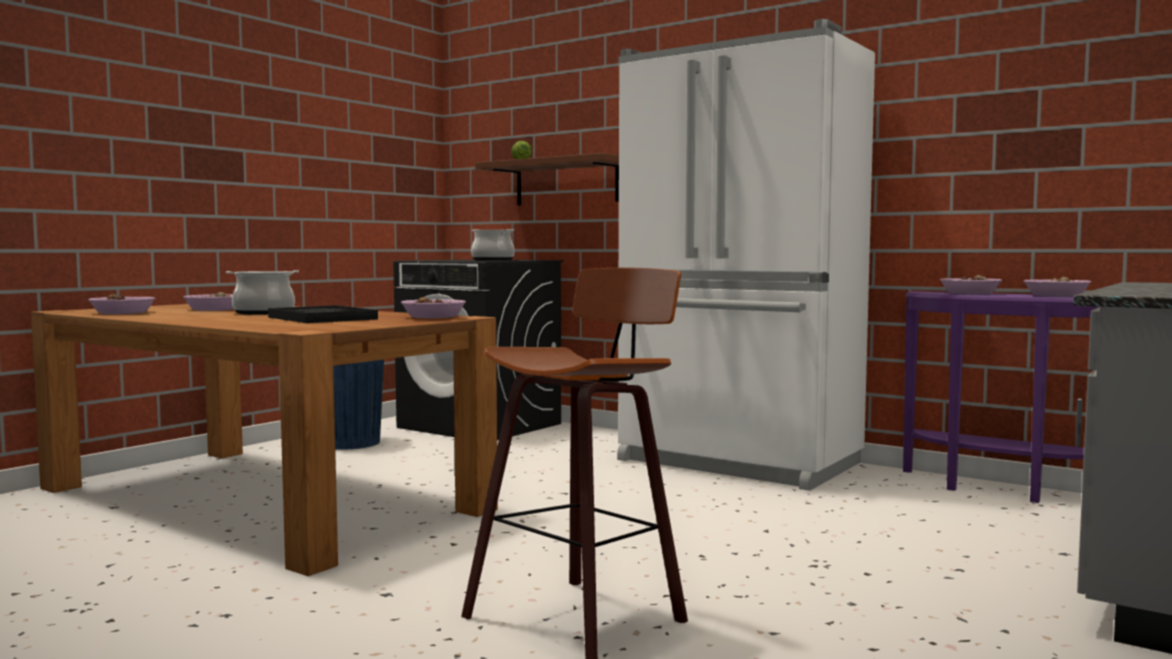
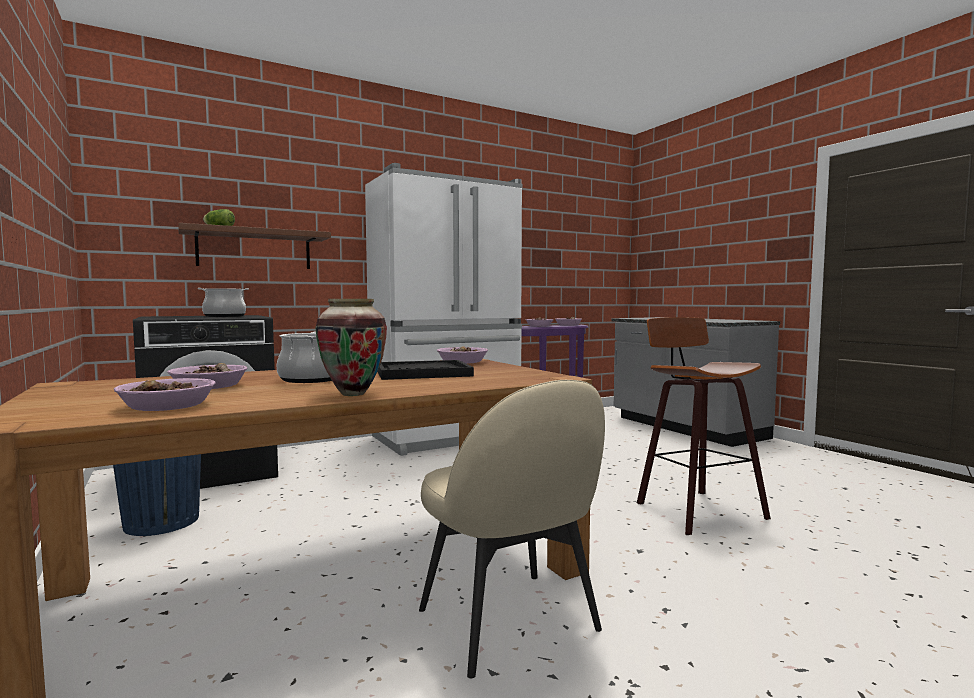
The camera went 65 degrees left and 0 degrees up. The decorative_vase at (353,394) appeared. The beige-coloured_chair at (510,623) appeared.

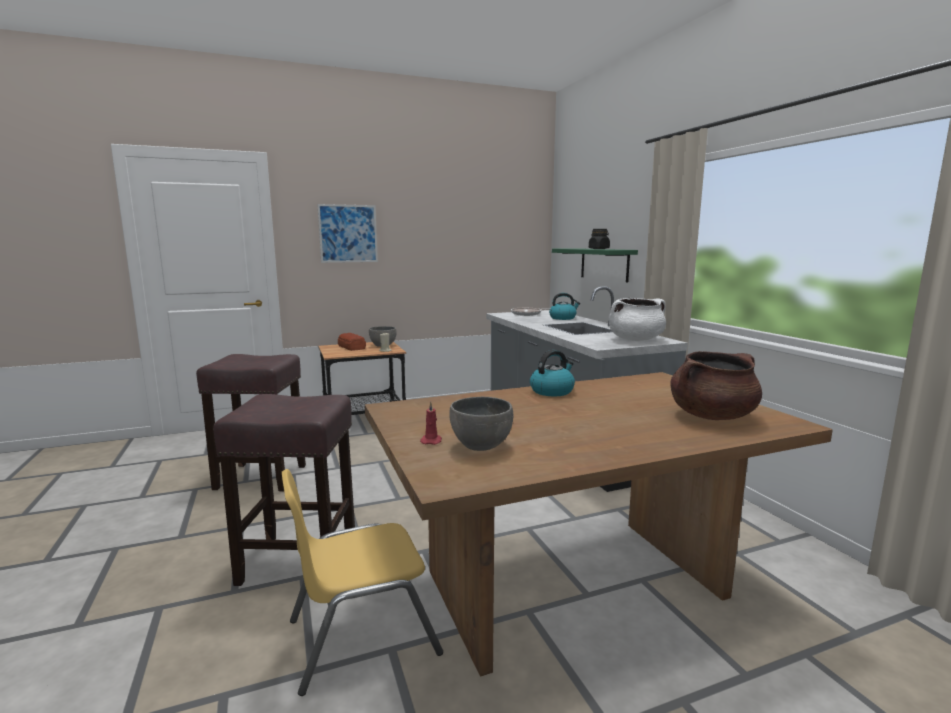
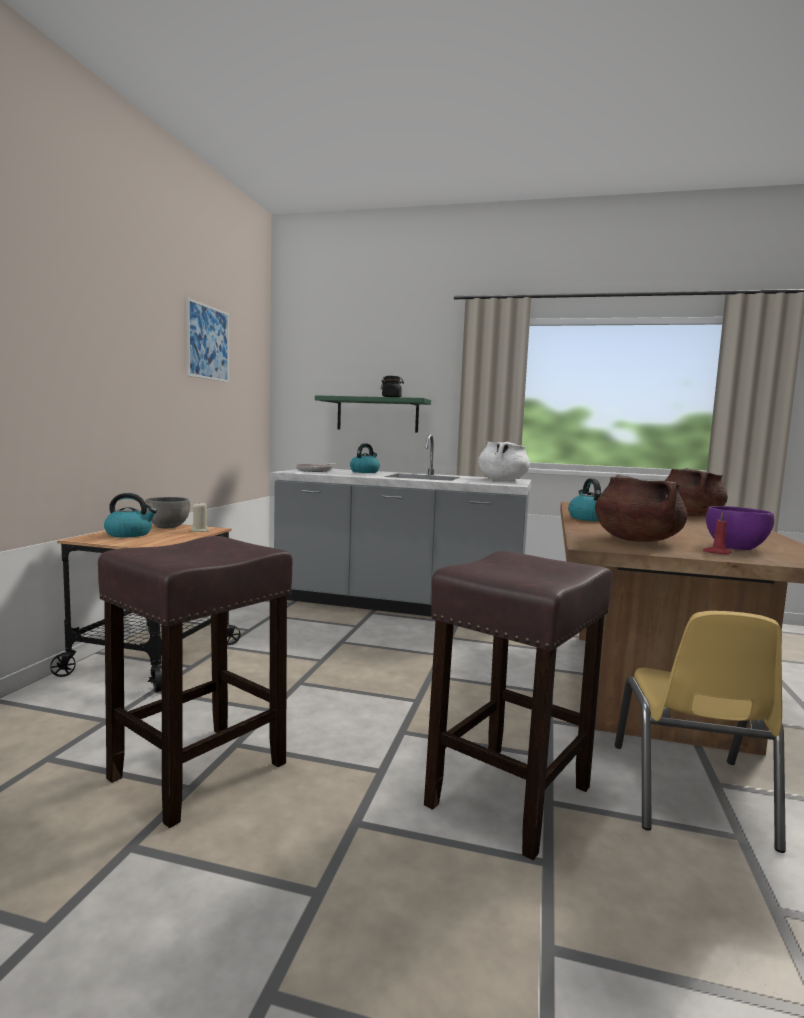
The camera went 55 degrees left and 5 degrees down. The bakery_bread at (352,347) was replaced by the kettle at (130,534). The wall_art moved from (348,233) to (208,342). The brown_saucepot at (636,540) appeared. The gray_serving_bowl at (481,446) became the purple_serving_bowl at (736,547).

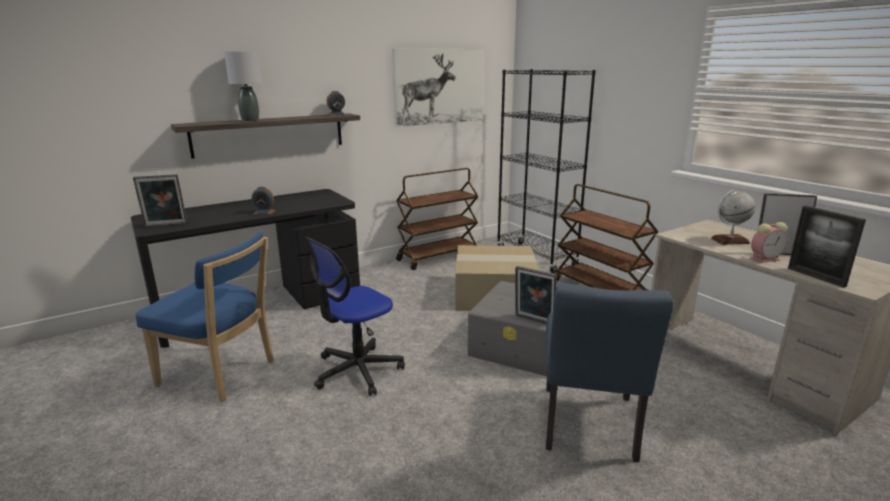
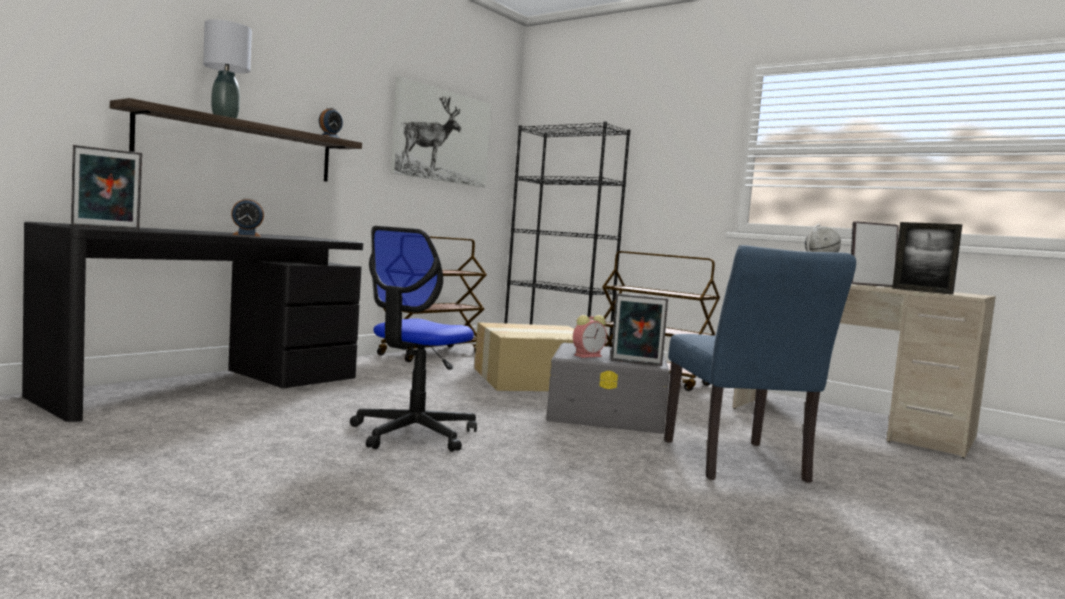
The camera went 20 degrees left and 15 degrees down. The table_clock moved from (765,259) to (588,355). The blue-coloured_chair at (221,374) disappeared.

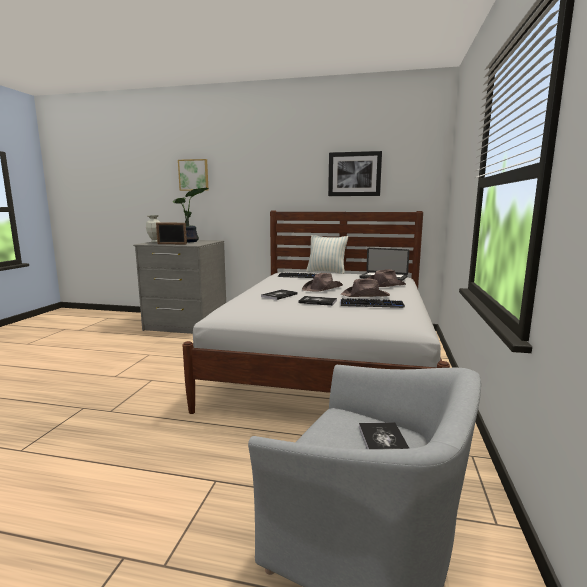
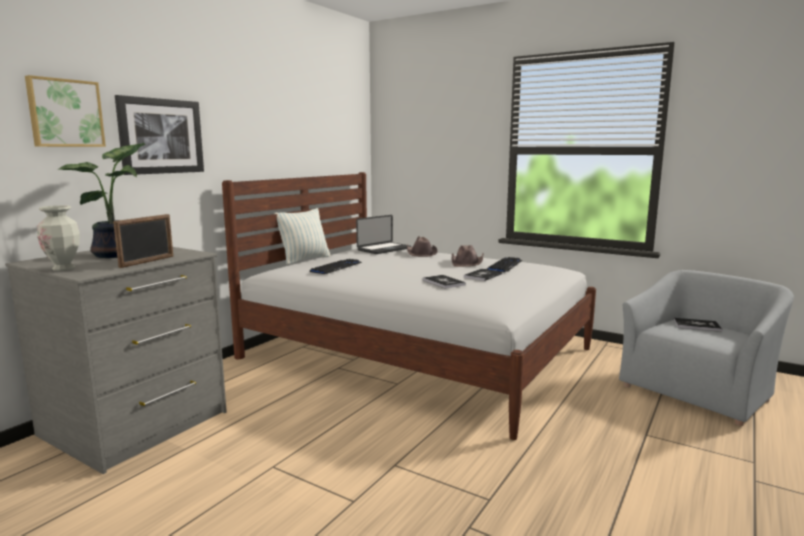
The camera went 70 degrees left and 0 degrees up. The wall_art moved from (354,174) to (161,136). The brown_hat at (323,288) disappeared.

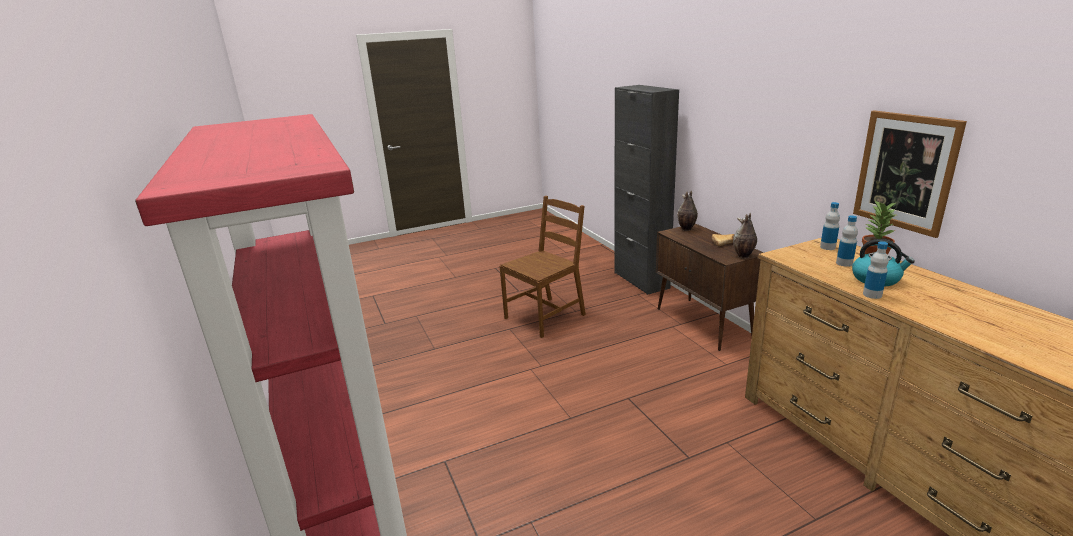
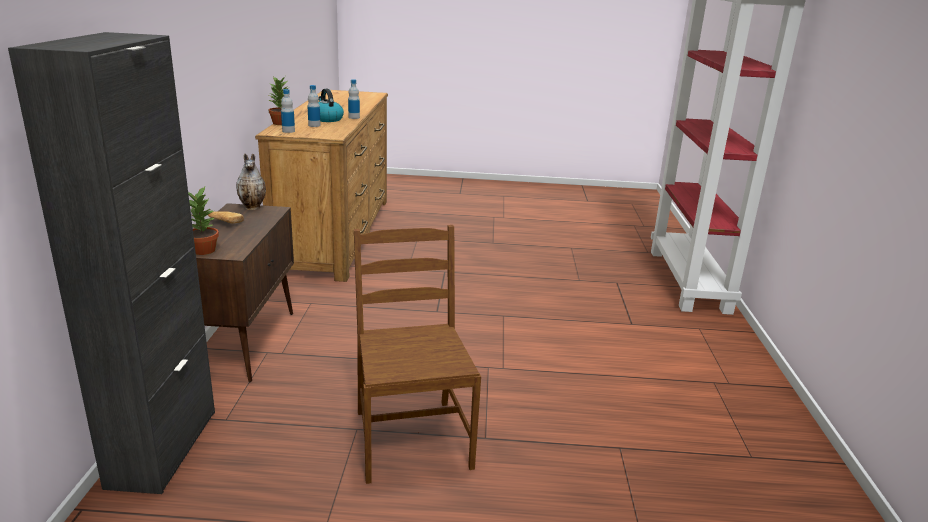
The camera went 155 degrees left and 0 degrees up. The decorative_vase at (686,229) was replaced by the plant_in_a_pot at (204,250). The brown_chair at (545,316) turned 90 degrees clockwise. The wall_art at (905,172) disappeared.

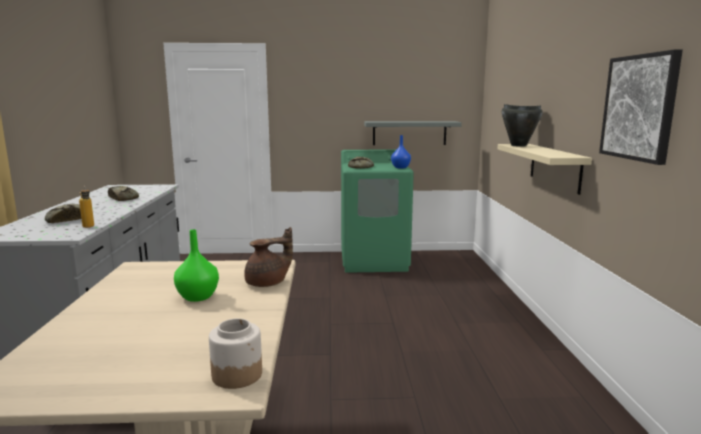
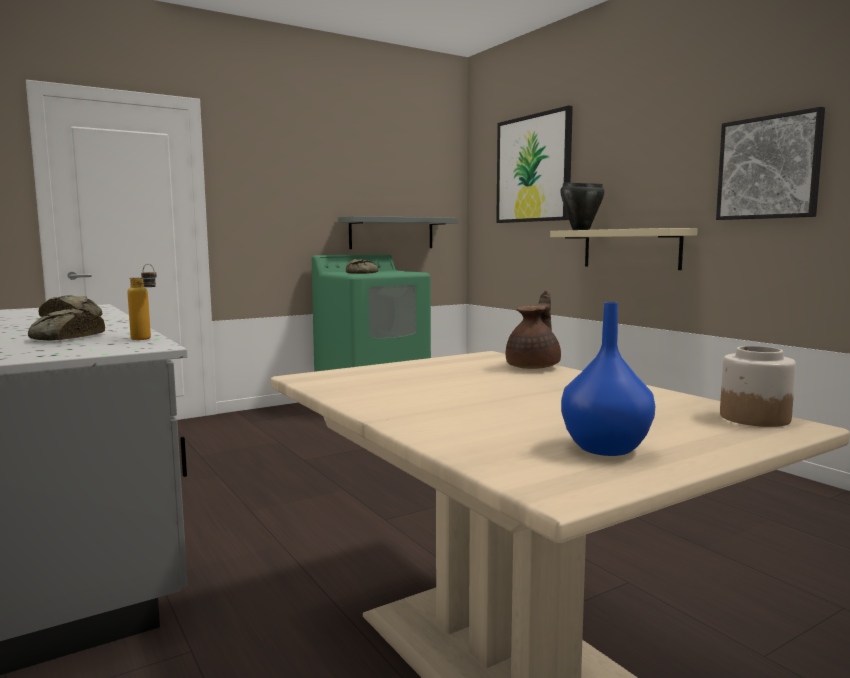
The camera went 30 degrees left and 5 degrees down. The wall_art at (533,169) appeared. The blue-coloured_decorative_vase moved from (400,167) to (603,449). The green_decorative_vase at (198,297) disappeared.

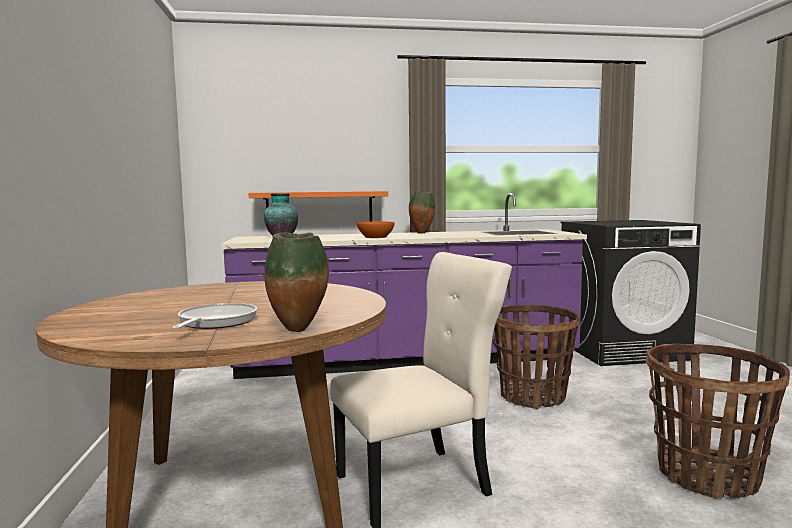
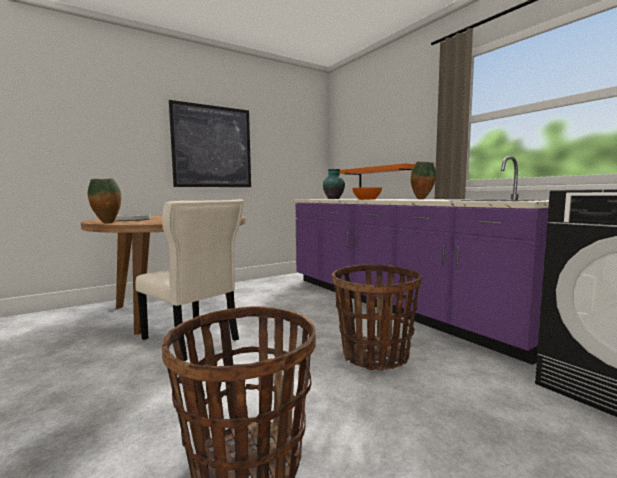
The camera went 65 degrees right and 0 degrees up. The wall_art at (212,147) appeared.

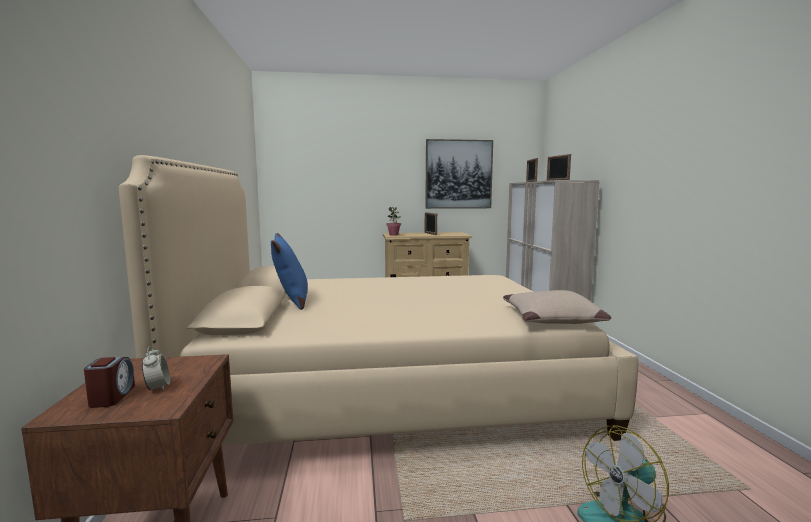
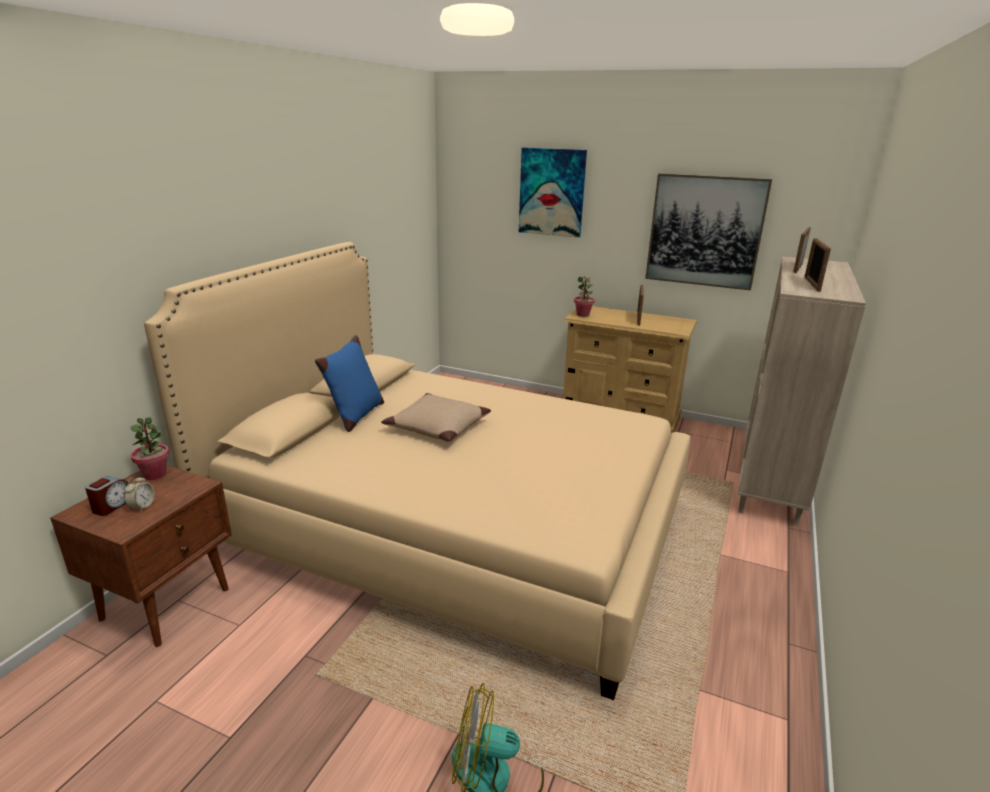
The camera went 30 degrees right and 15 degrees up. The plant_in_a_pot at (155,474) appeared. The beige-coloured_pillow moved from (552,319) to (437,427). The wall_art at (552,192) appeared.

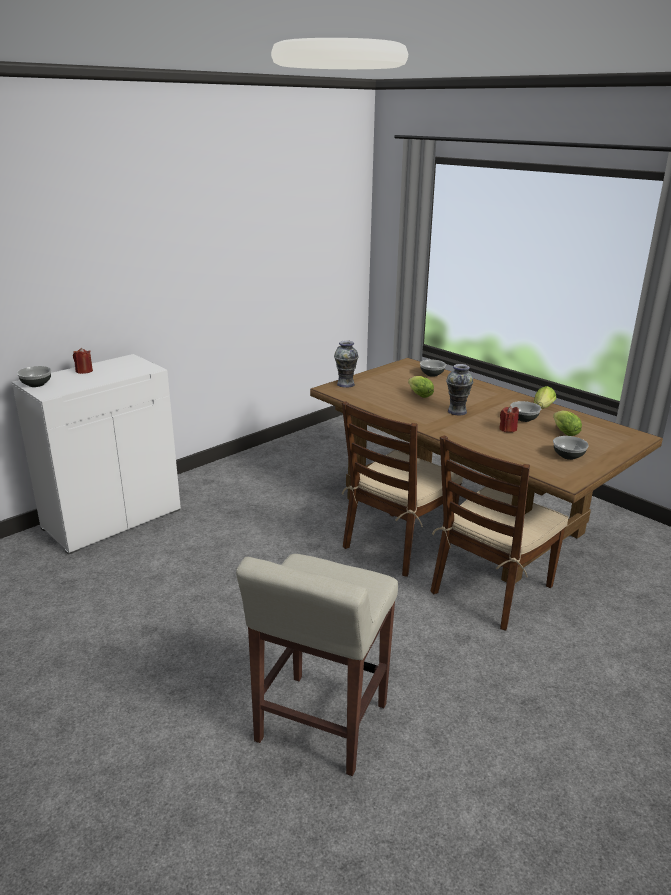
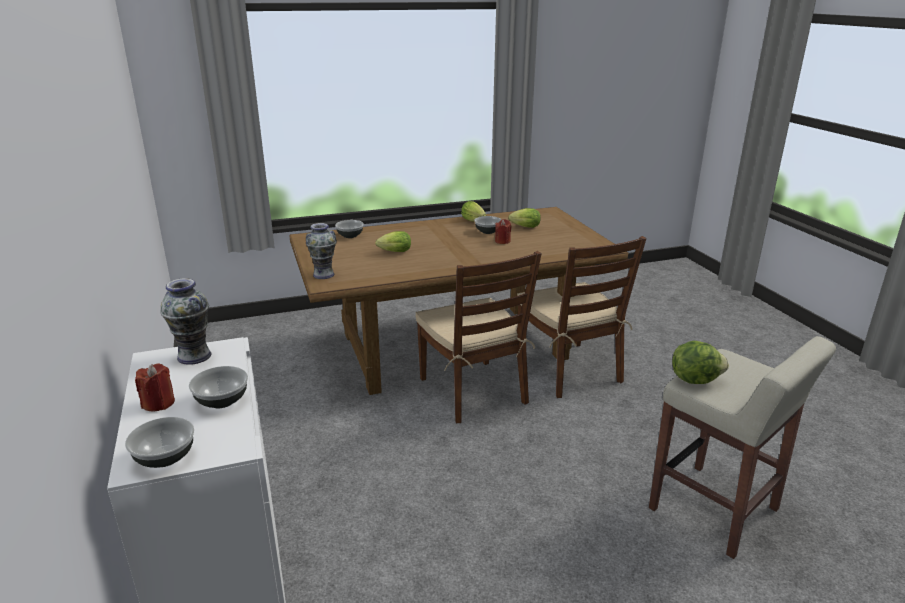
The camera went 65 degrees left and 0 degrees up. The decorative_vase moved from (457,411) to (194,356). The serving_bowl moved from (568,456) to (221,401). The lettuce_head at (694,379) appeared.

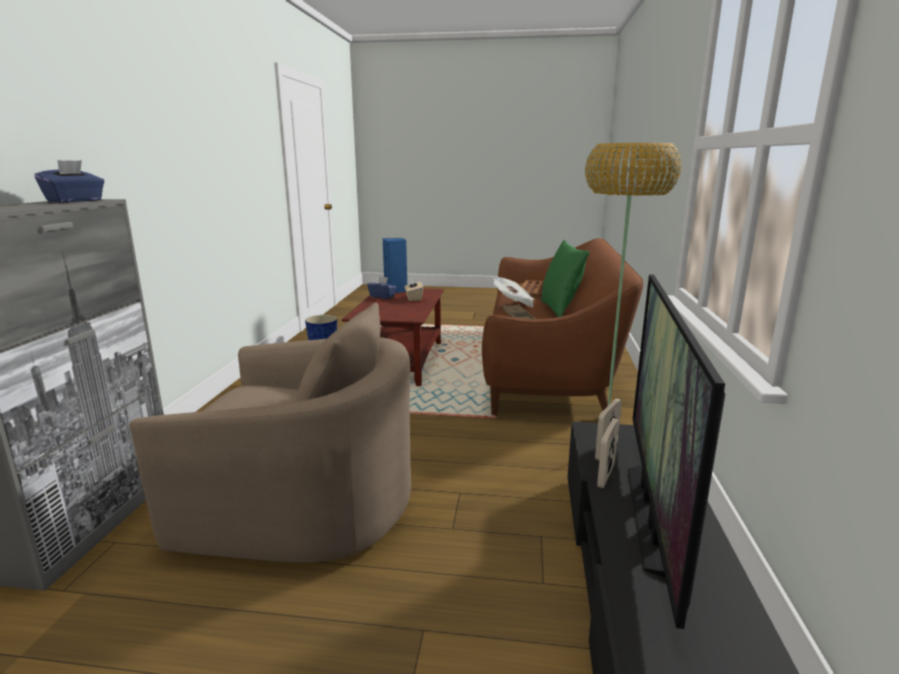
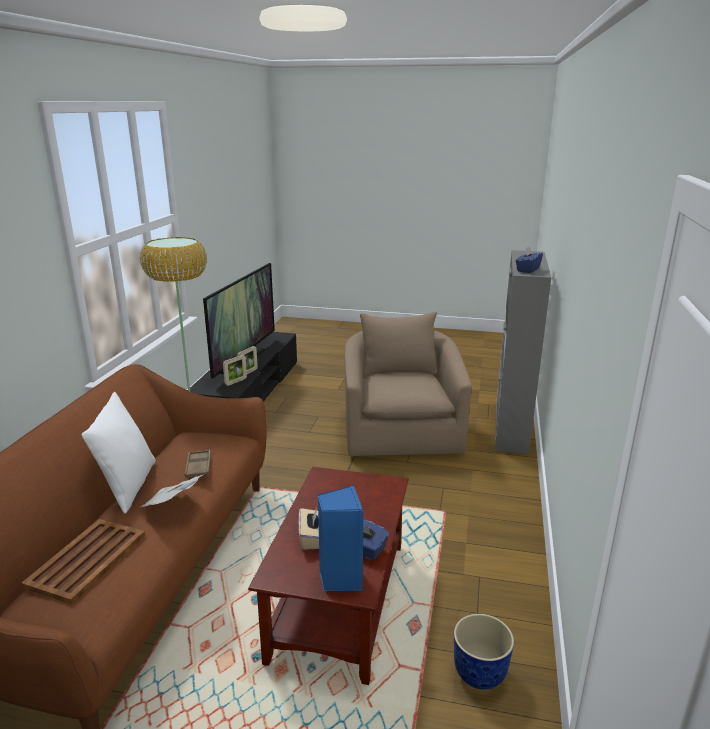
The camera went 175 degrees left and 5 degrees up. The green_pillow at (560,310) became the whitish_pillow at (127,486). The beige-coloured_armchair at (303,503) turned 75 degrees clockwise.

